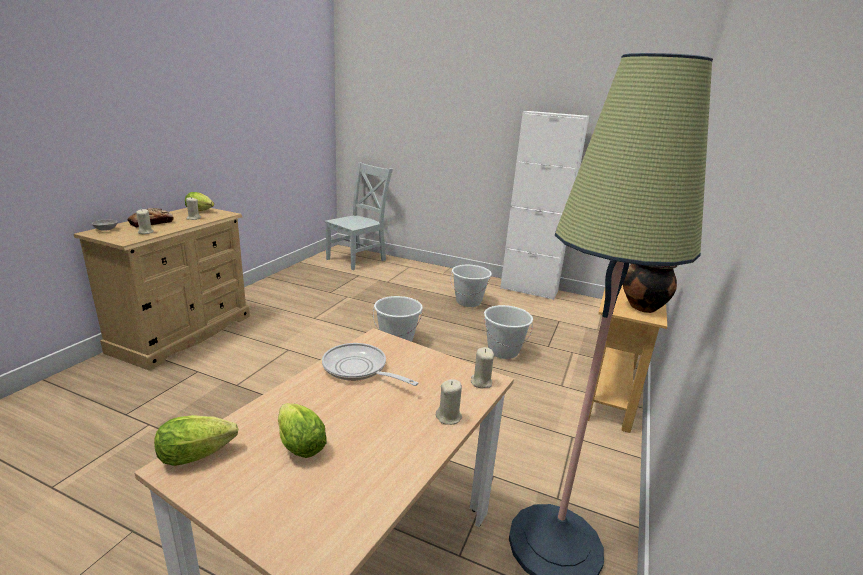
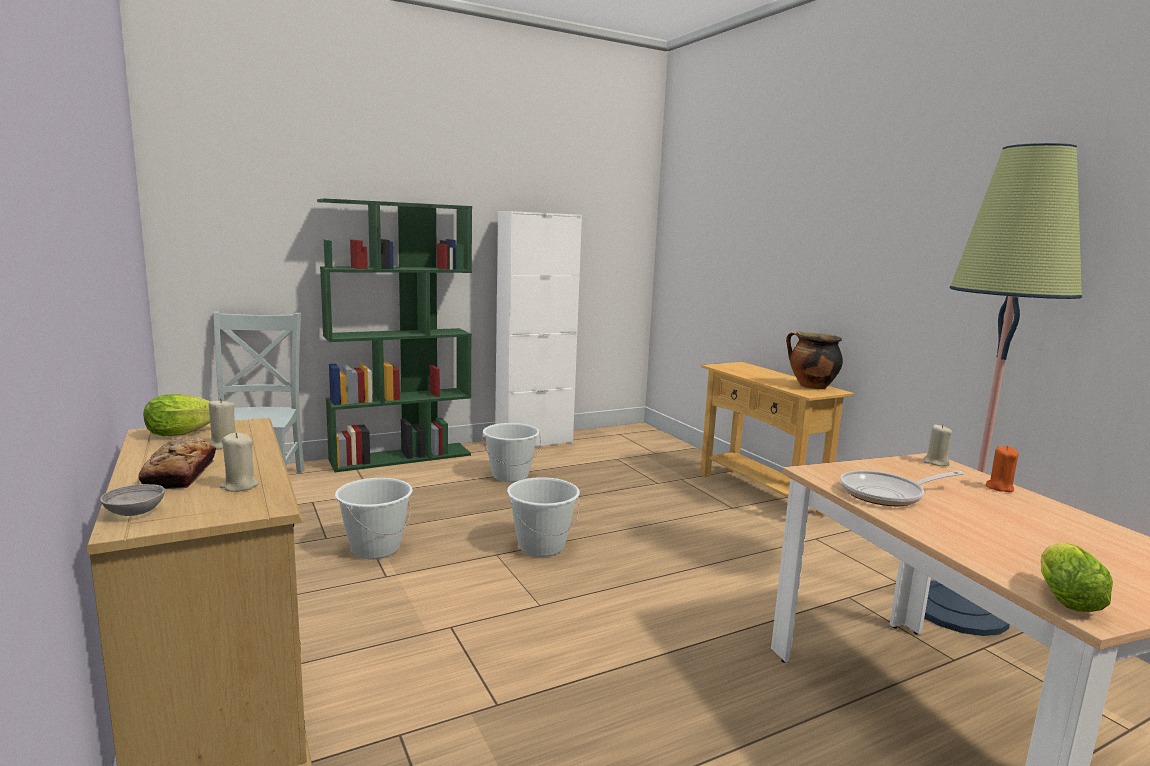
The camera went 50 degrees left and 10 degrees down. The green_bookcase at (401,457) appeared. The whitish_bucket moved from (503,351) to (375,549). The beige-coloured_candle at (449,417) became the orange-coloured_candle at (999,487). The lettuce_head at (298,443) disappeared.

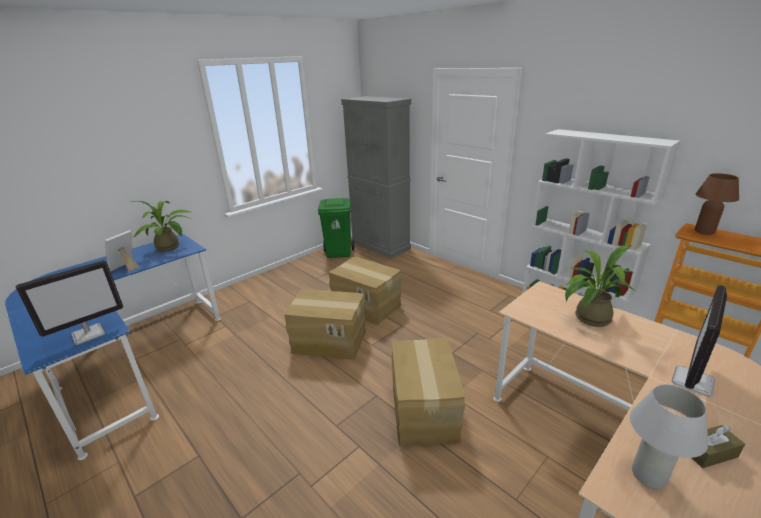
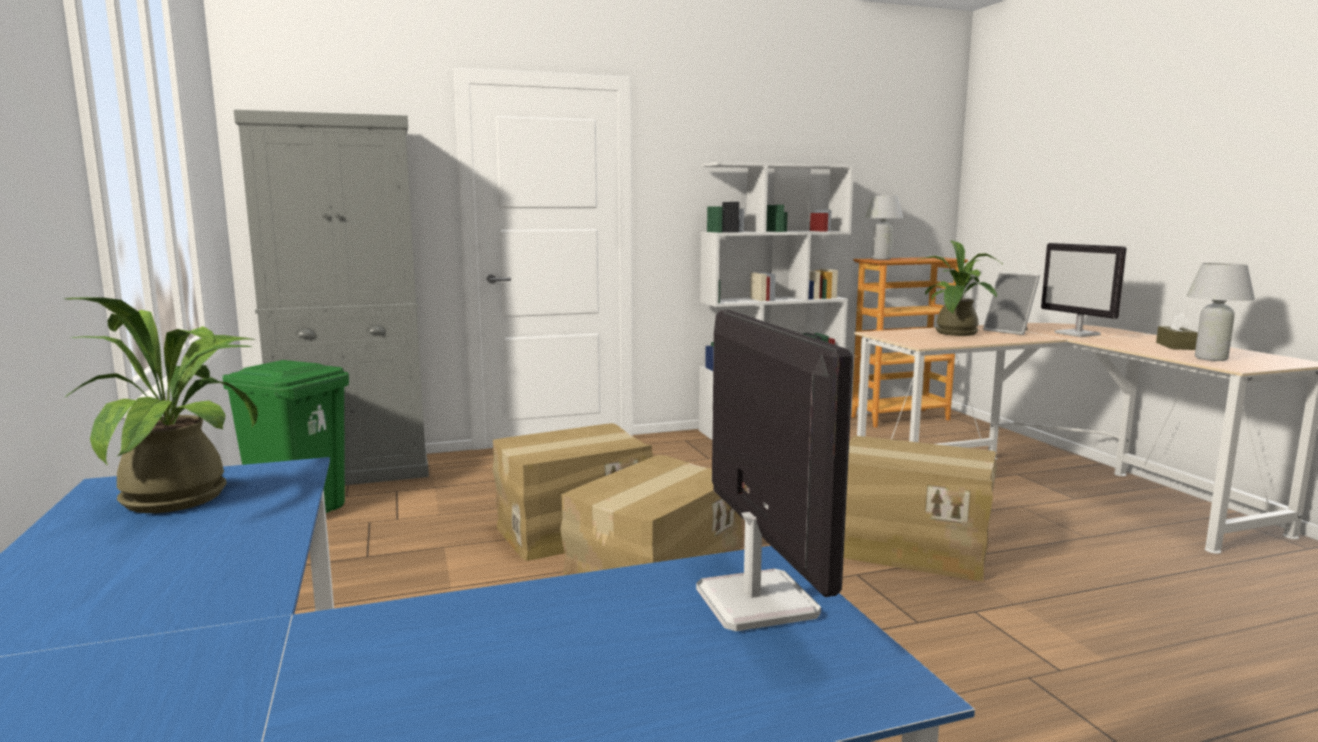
The camera went 65 degrees left and 15 degrees down. The brown_table_lamp at (704,231) became the whitish_table_lamp at (881,259). The picture_frame moved from (126,267) to (1010,331).

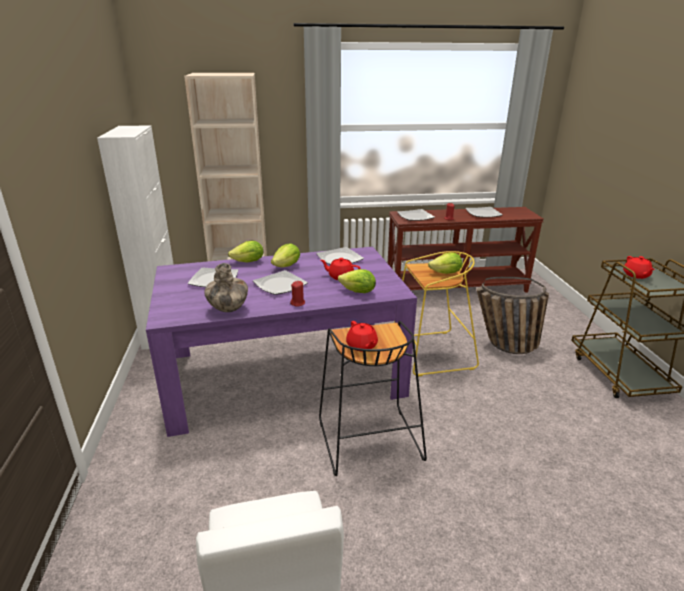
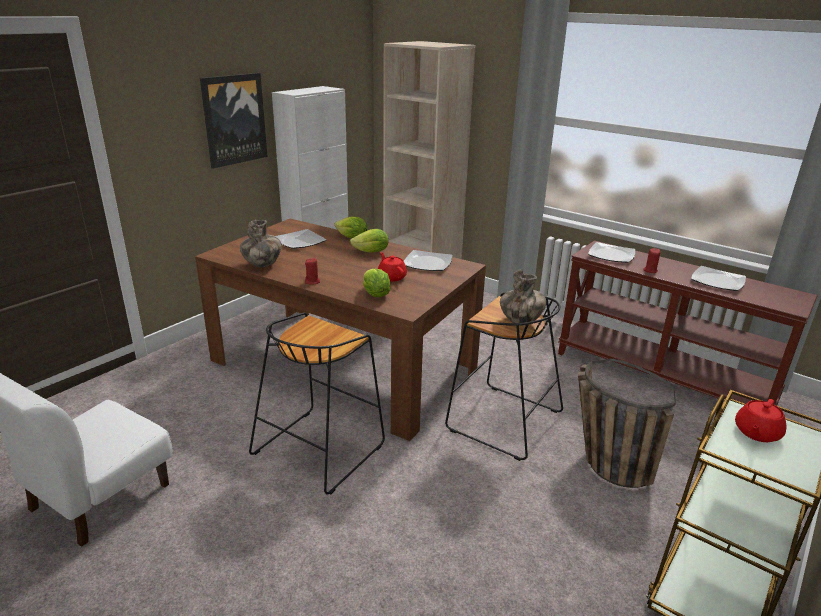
The camera went 45 degrees right and 0 degrees up. The purple_dining_table at (284,376) became the brown_dining_table at (343,365). The wall_art at (234,119) appeared. The yellow_stool at (431,353) became the black-coloured_stool at (502,421). The lettuce_head at (446,273) was replaced by the decorative_vase at (521,321). The dinner_plate at (280,285) disappeared. The red_pot_for_tea at (362,346) disappeared.

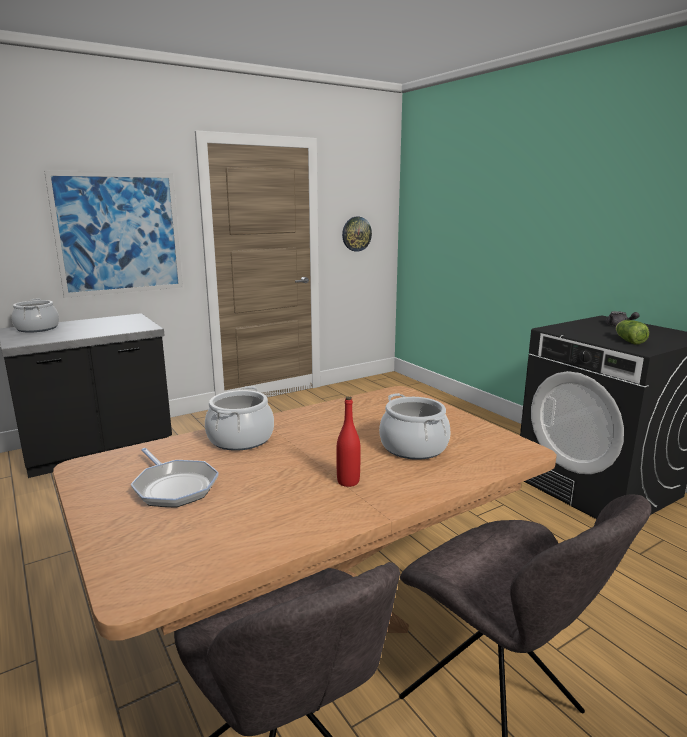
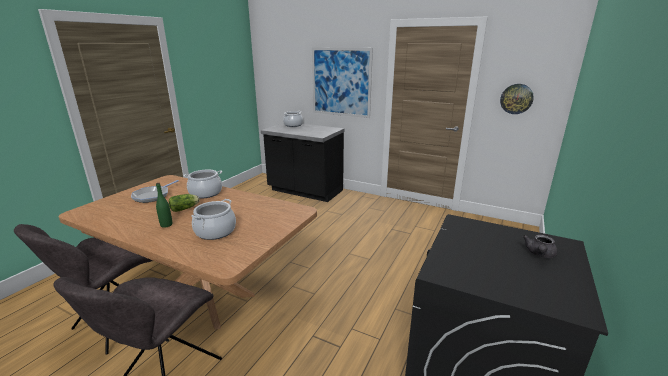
The camera went 60 degrees right and 5 degrees up. The red_bottle at (348,481) became the green_bottle at (166,225). The lettuce_head moved from (628,341) to (185,208).

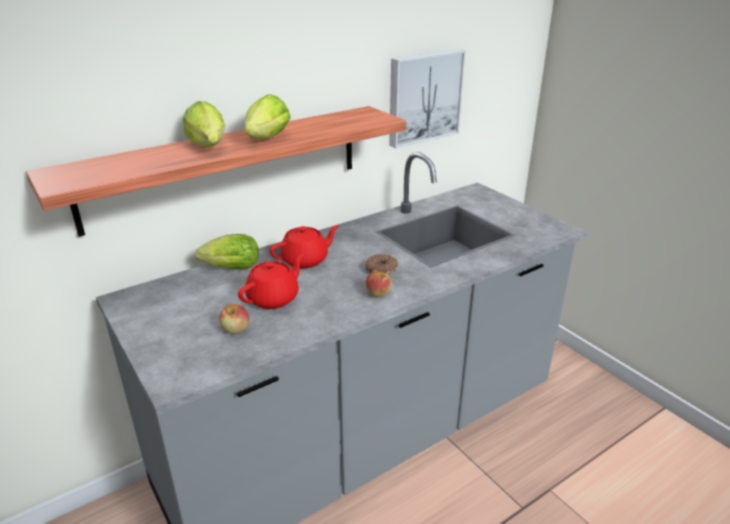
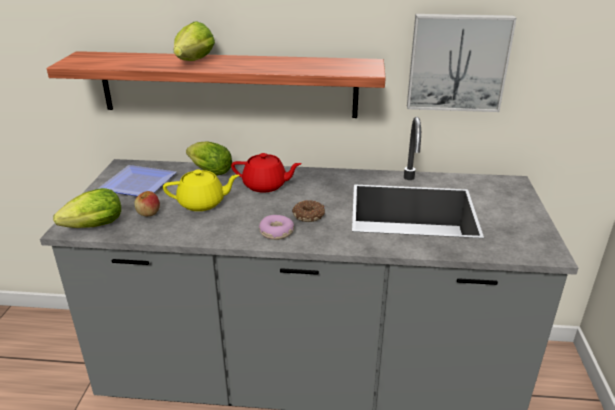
The camera went 40 degrees right and 0 degrees up. The lettuce_head moved from (265,140) to (91,227). The dinner_plate at (135,185) appeared. The red_pot_for_tea at (274,298) became the yellow_pot_for_tea at (202,203). The apple_fruit at (378,293) was replaced by the ring_doughnut at (276,232).

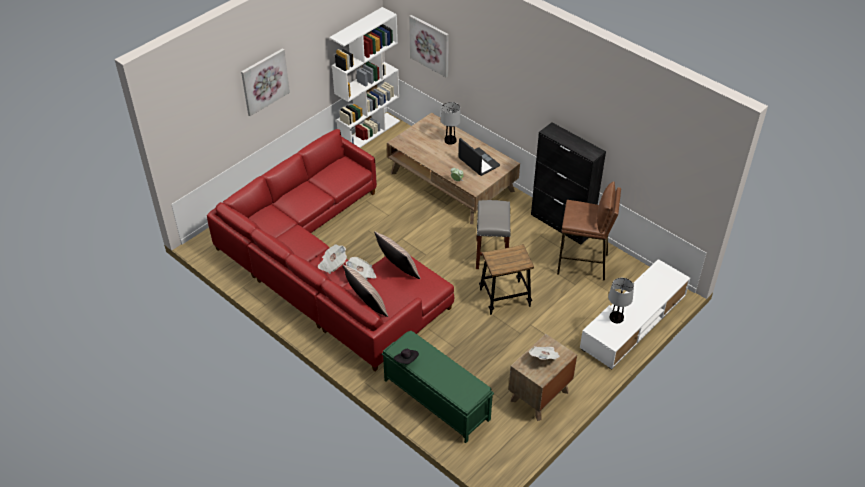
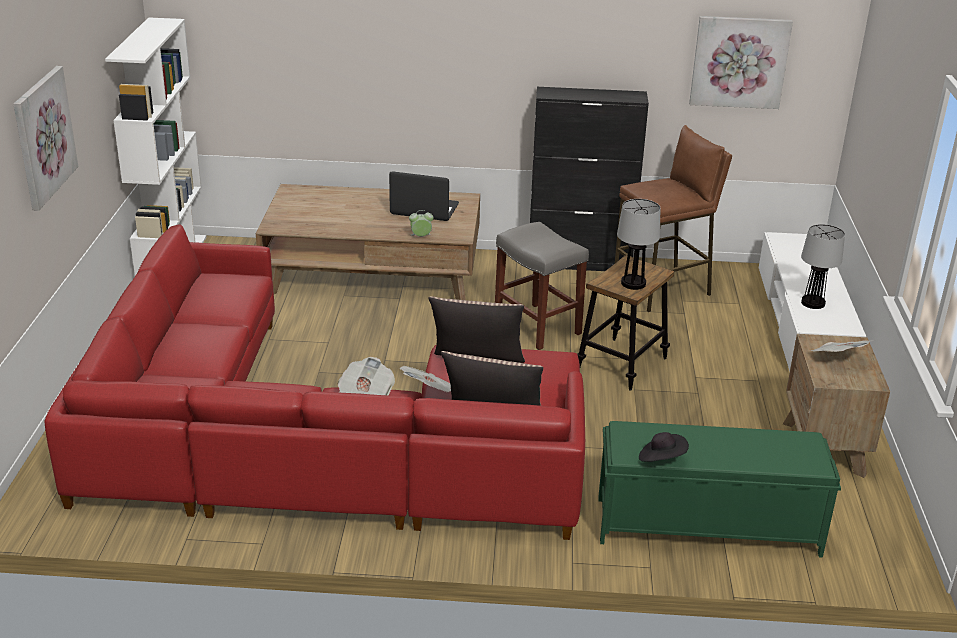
The camera went 40 degrees left and 15 degrees down. The table_lamp moved from (450,140) to (633,283). The wall_art moved from (430,45) to (739,62).

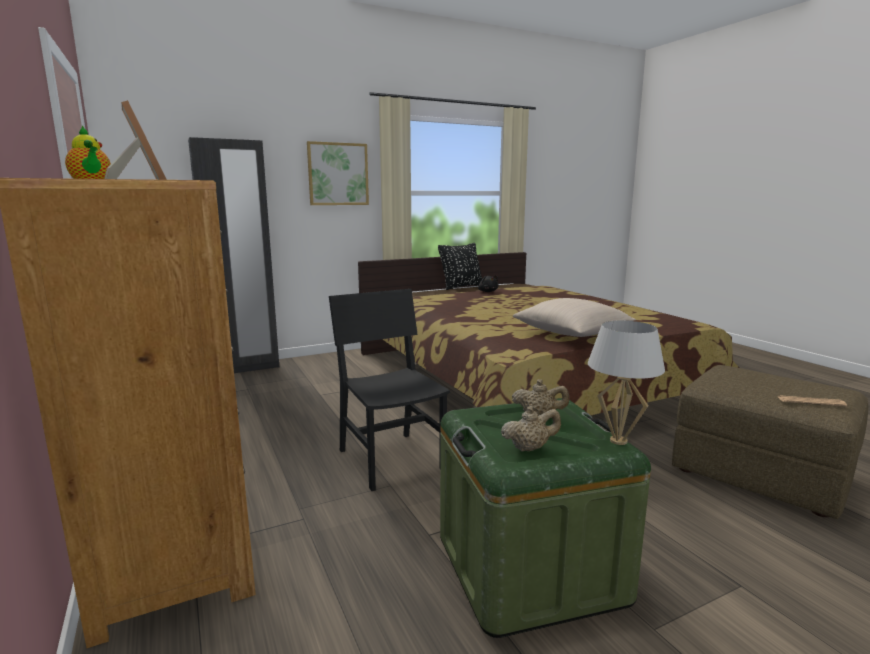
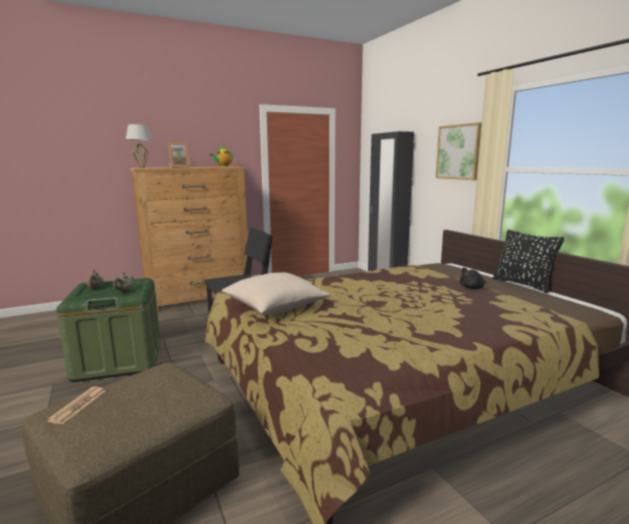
The camera went 90 degrees right and 0 degrees up. The whitish_table_lamp moved from (619,441) to (142,168).

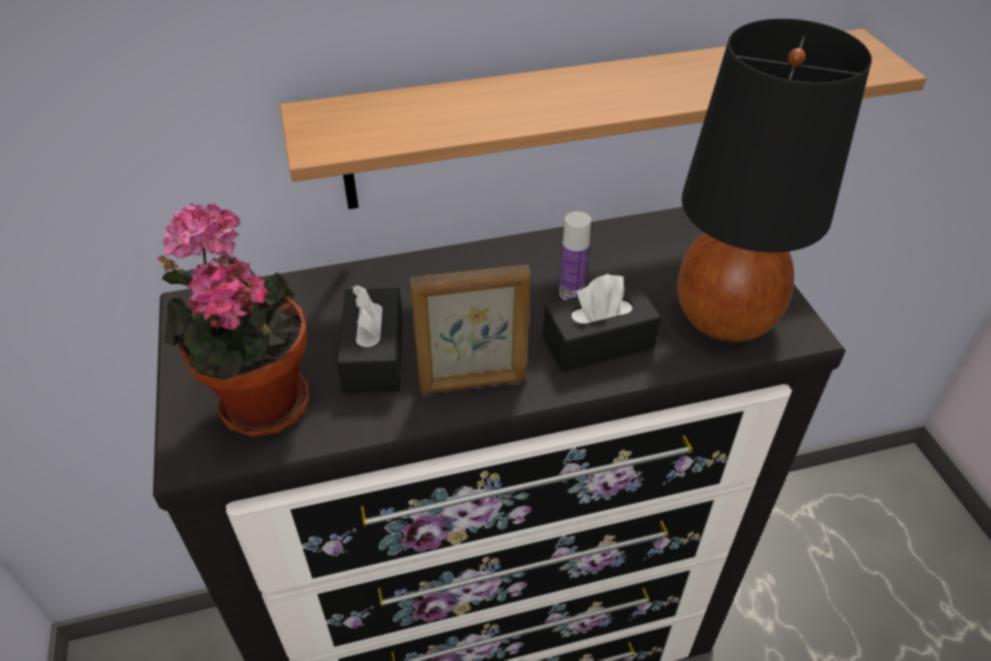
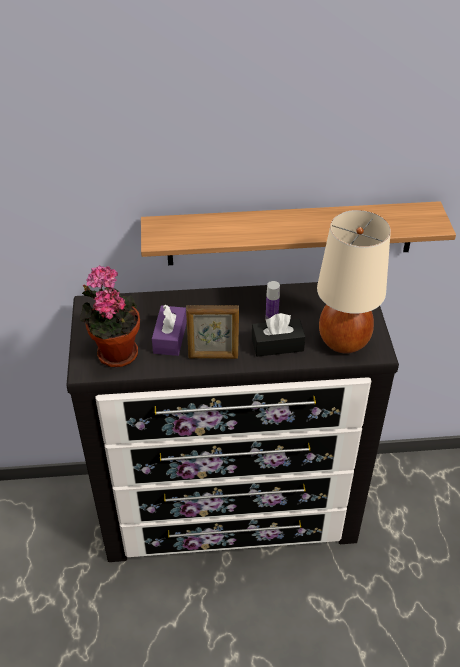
The camera went 10 degrees right and 0 degrees up. The black-coloured_box_of_tissues at (374,354) became the purple_box_of_tissues at (170,337). The black-coloured_table_lamp at (726,318) became the beige-coloured_table_lamp at (344,341).

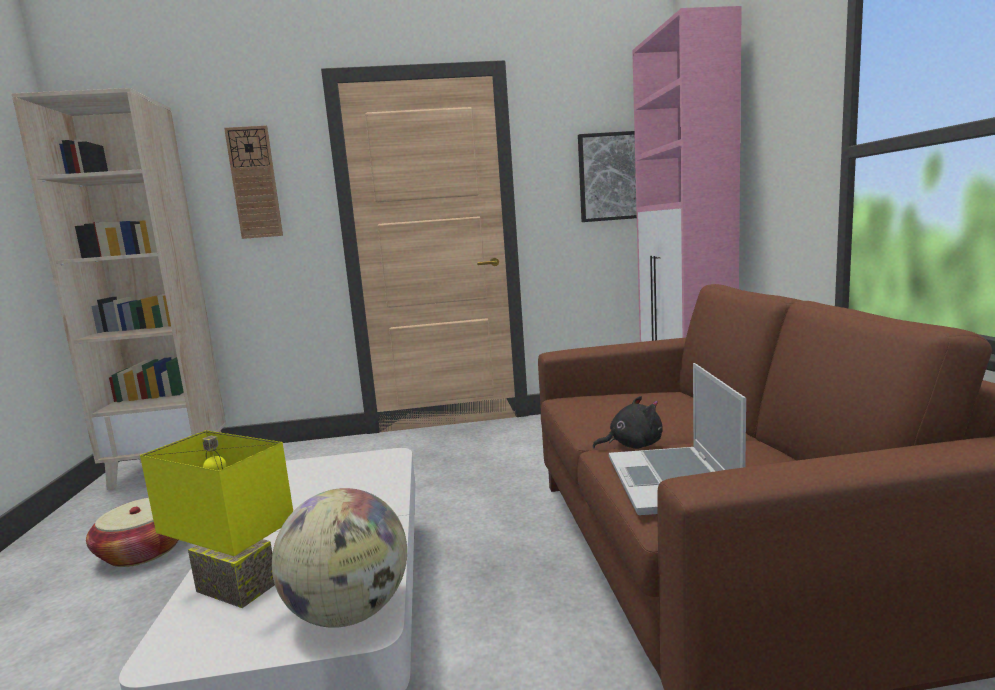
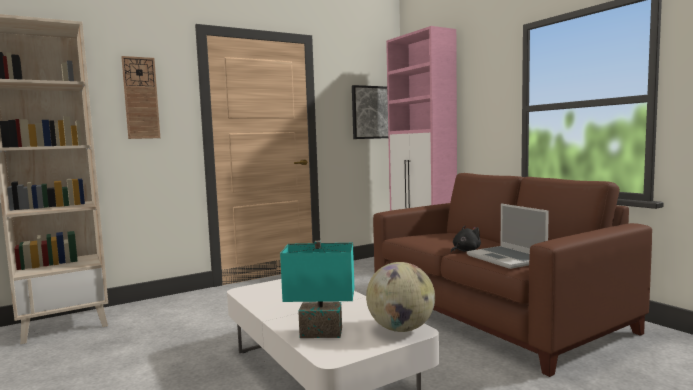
The camera went 25 degrees left and 5 degrees down. The yellow_table_lamp at (241,585) became the turquoise_table_lamp at (322,332). The basket at (144,551) disappeared.

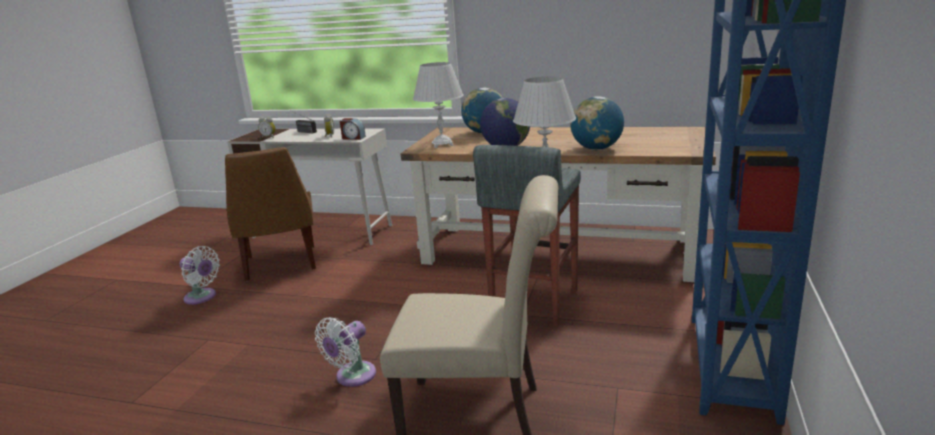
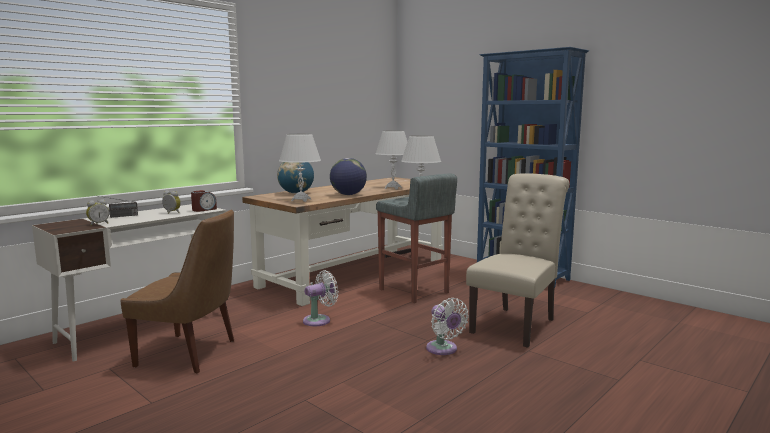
The camera went 65 degrees left and 10 degrees down. The whitish_fan moved from (202,297) to (319,320). The globe at (596,149) was replaced by the whitish_table_lamp at (393,188).

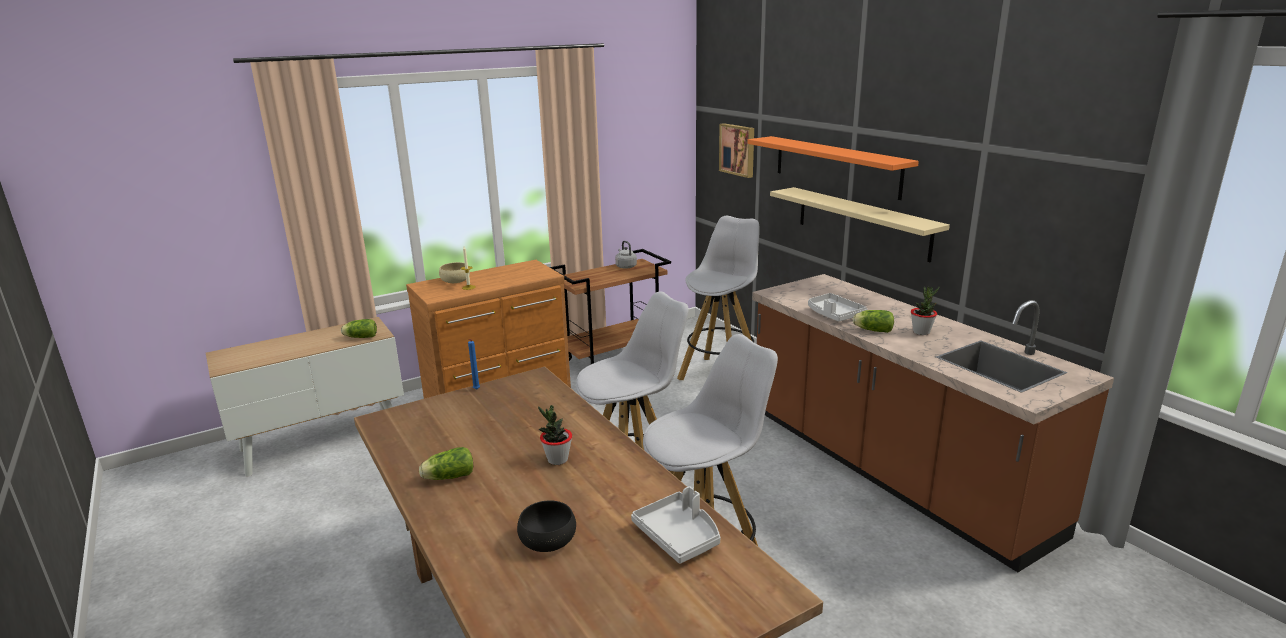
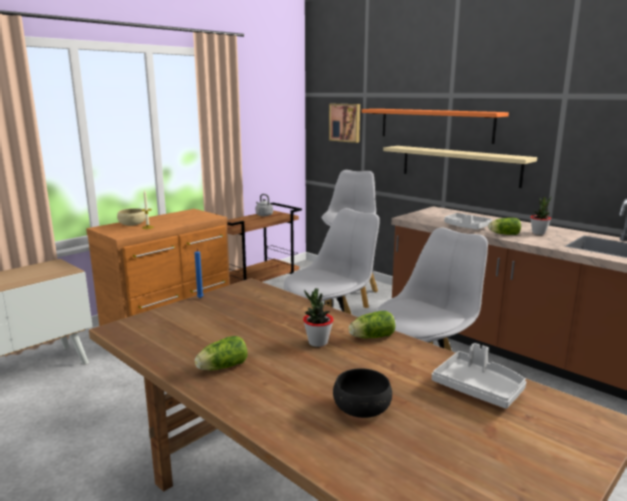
The camera went 15 degrees left and 5 degrees down. The lettuce_head moved from (360,337) to (370,337).

